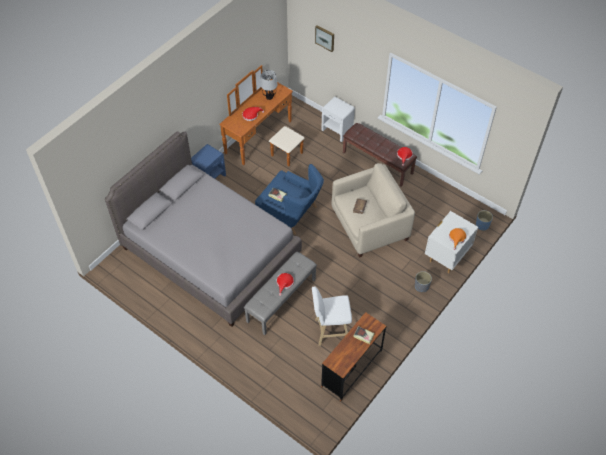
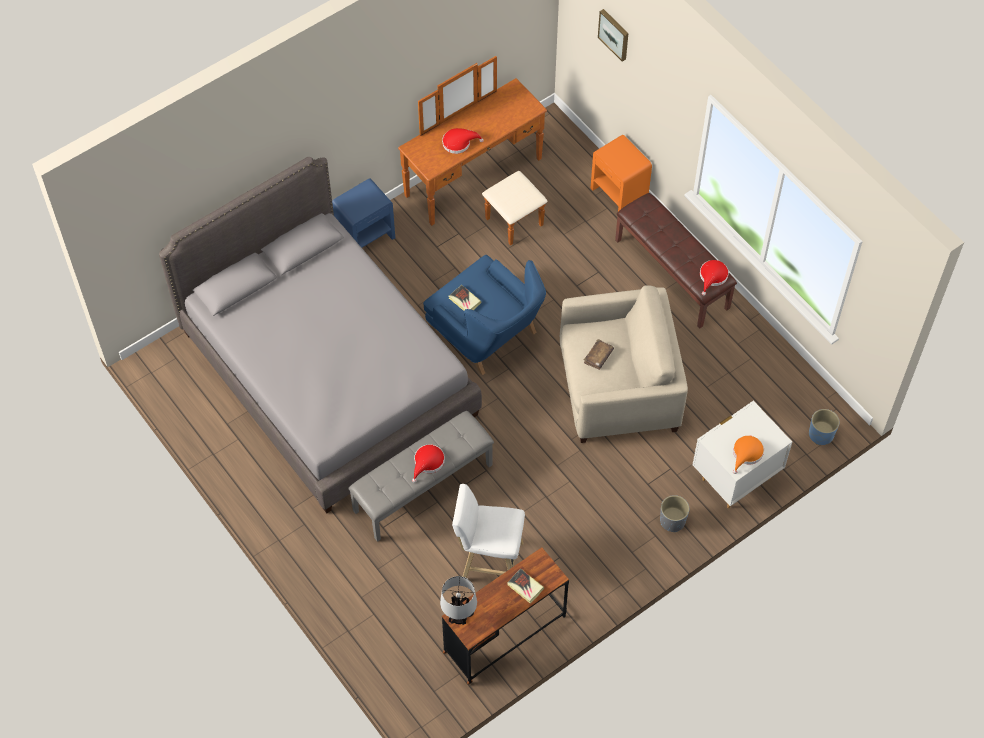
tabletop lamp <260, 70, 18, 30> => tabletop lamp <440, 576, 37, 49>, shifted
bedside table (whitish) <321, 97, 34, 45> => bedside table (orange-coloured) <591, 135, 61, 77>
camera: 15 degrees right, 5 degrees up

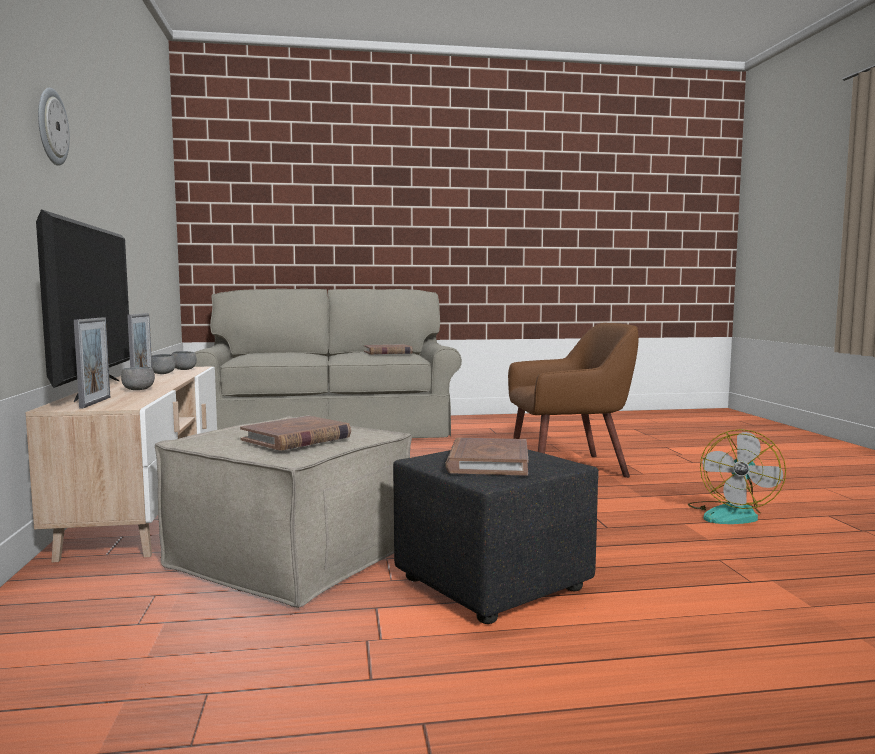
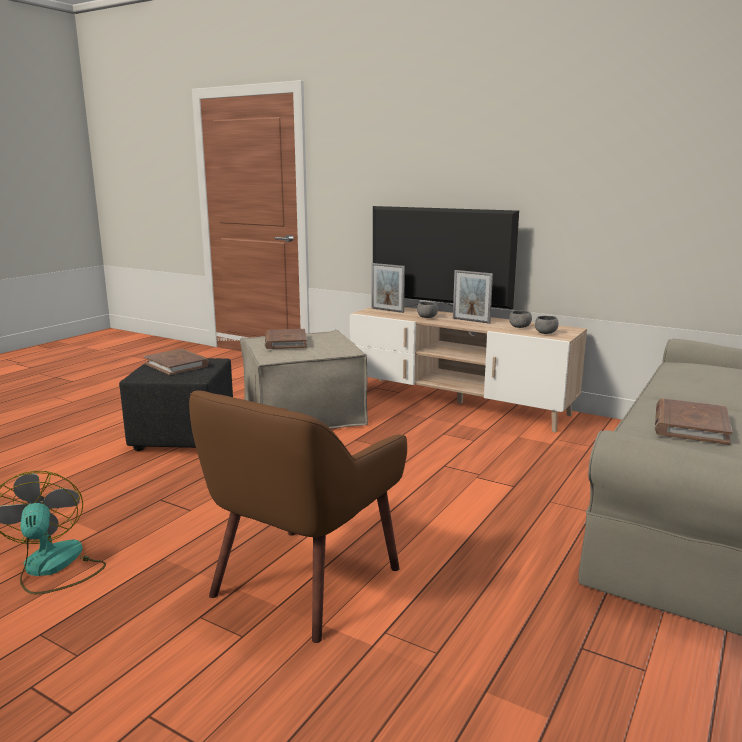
wall clock <38, 88, 32, 78> => nothing
camera: 130 degrees right, 10 degrees up

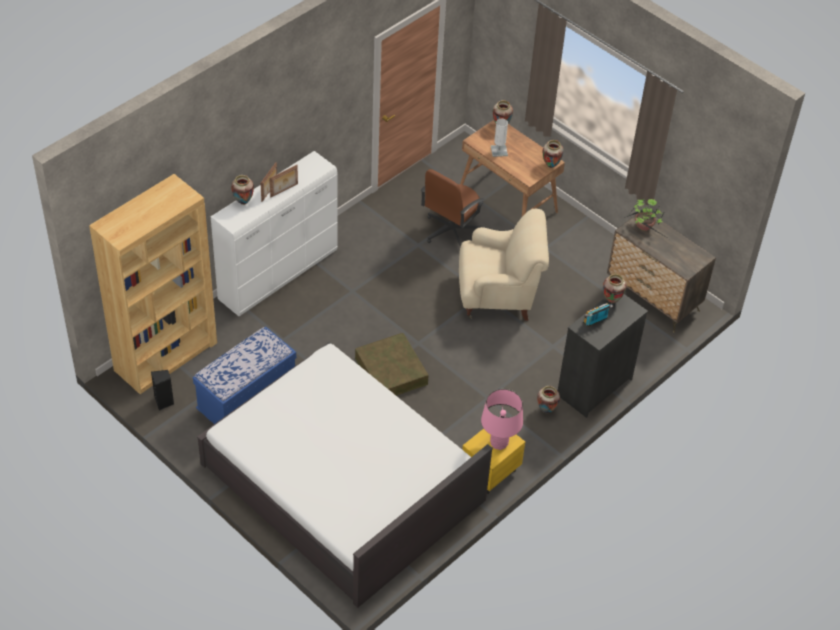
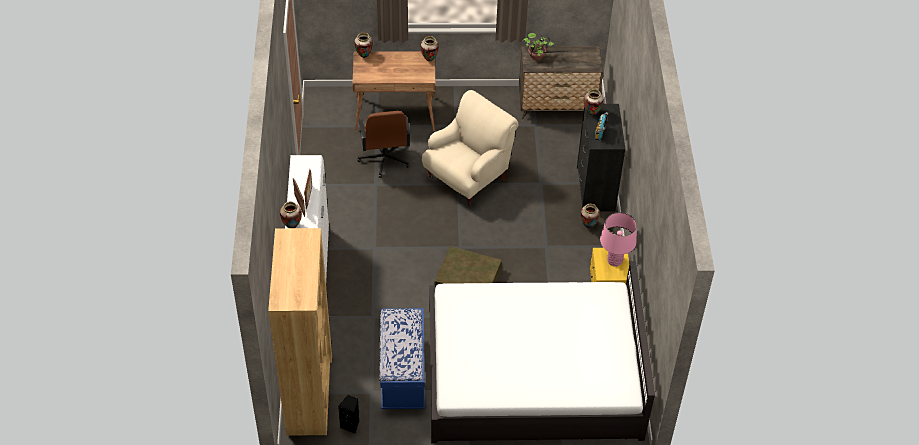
tabletop lamp (whitish) <491, 119, 17, 38> => nothing
camera: 45 degrees left, 0 degrees up

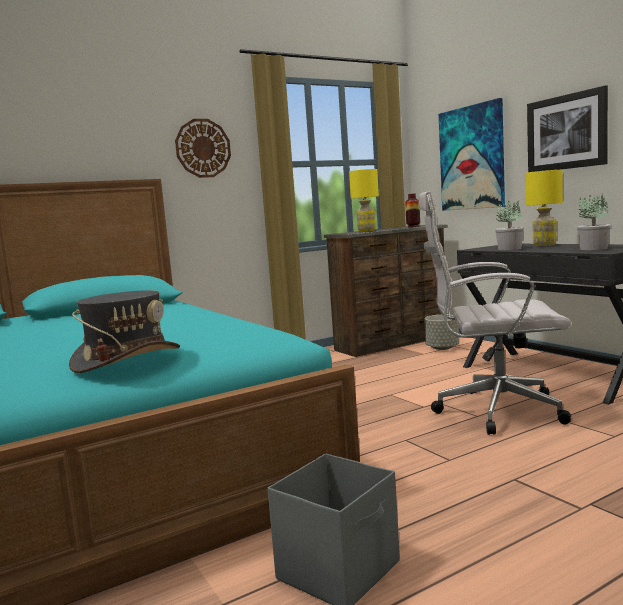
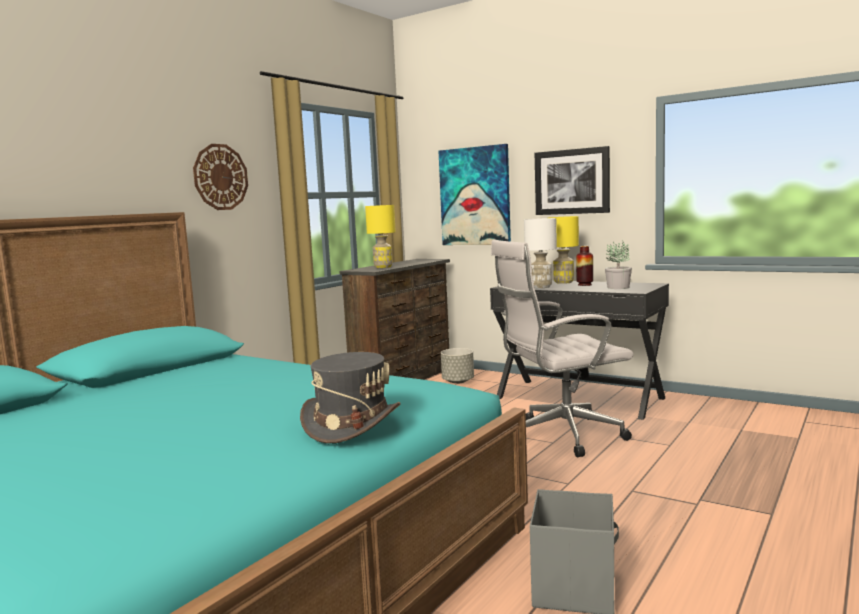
decorative vase <405, 193, 15, 34> => decorative vase <576, 246, 17, 40>, shifted
plant in a pot <495, 200, 29, 50> => tabletop lamp (whitish) <524, 218, 33, 70>
camera: 25 degrees left, 0 degrees up

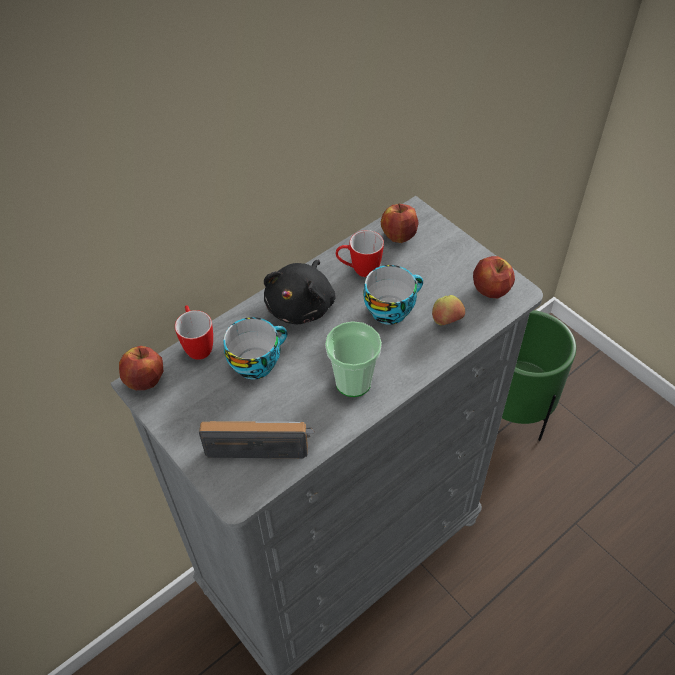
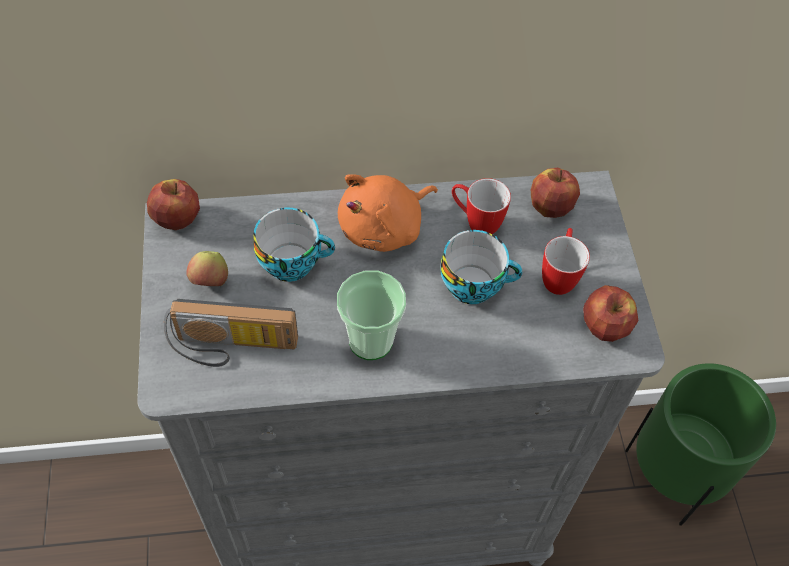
plush toy (black) <264, 260, 71, 64> => plush toy (orange-coloured) <338, 174, 100, 78>
whole apple <432, 295, 33, 30> => whole apple <186, 251, 42, 35>, shifted
tea mug <175, 305, 38, 55> => tea mug <542, 228, 48, 67>, shifted
radio <199, 421, 116, 37> => radio <164, 299, 134, 68>, 150 degrees clockwise
camera: 30 degrees right, 5 degrees up

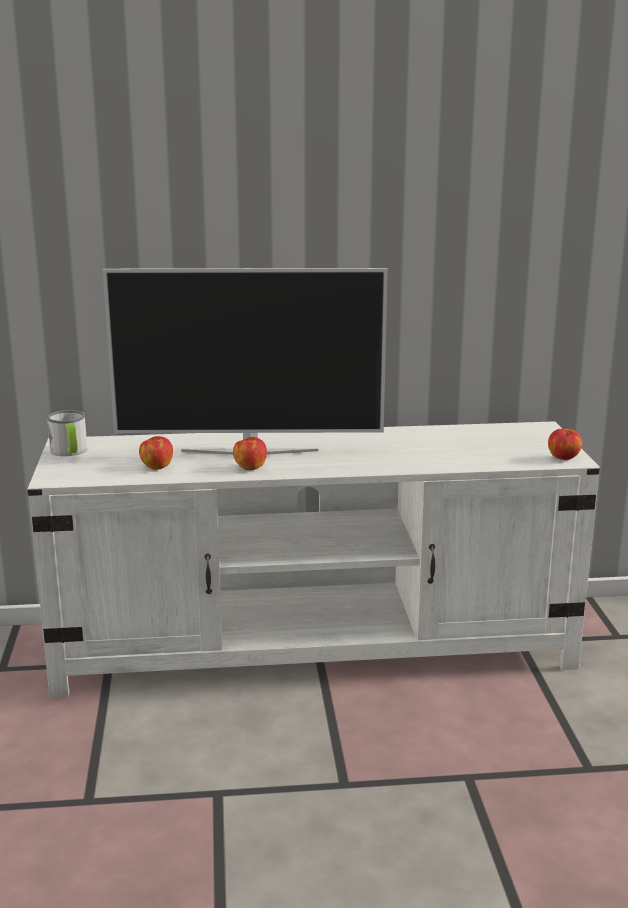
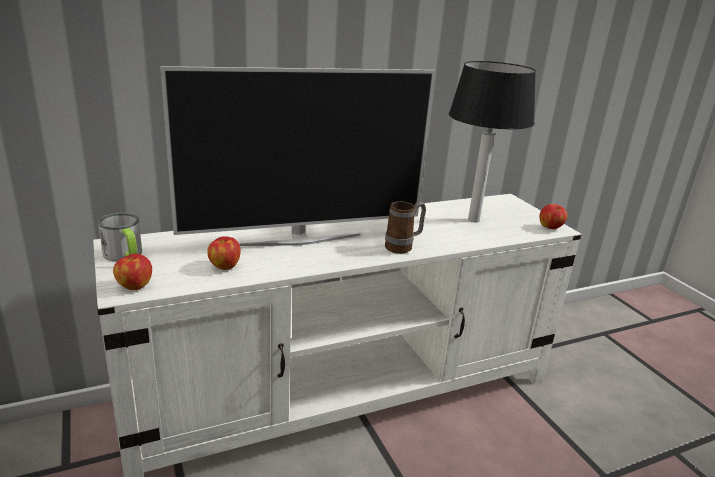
whole apple <233, 437, 34, 33> => whole apple <113, 254, 39, 36>, shifted
nothing => tabletop lamp <449, 61, 87, 161>
nothing => tea mug <385, 201, 41, 53>
camera: 20 degrees left, 5 degrees up

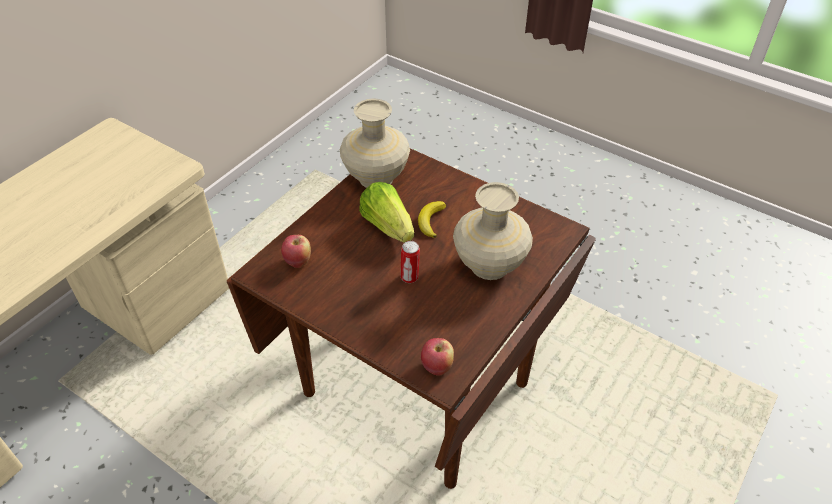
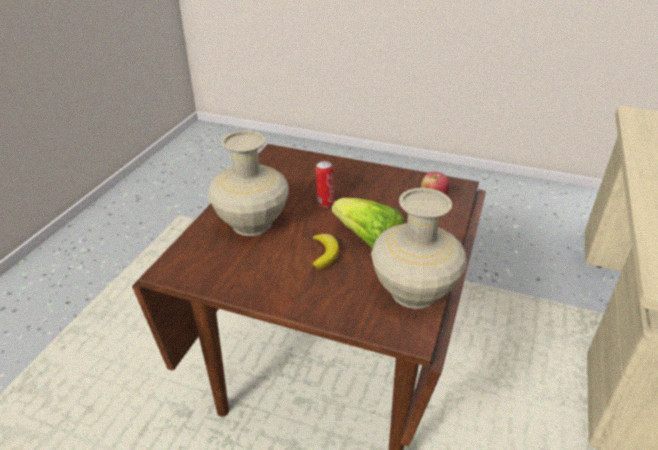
whole apple <421, 338, 33, 38> => nothing
camera: 165 degrees right, 10 degrees down

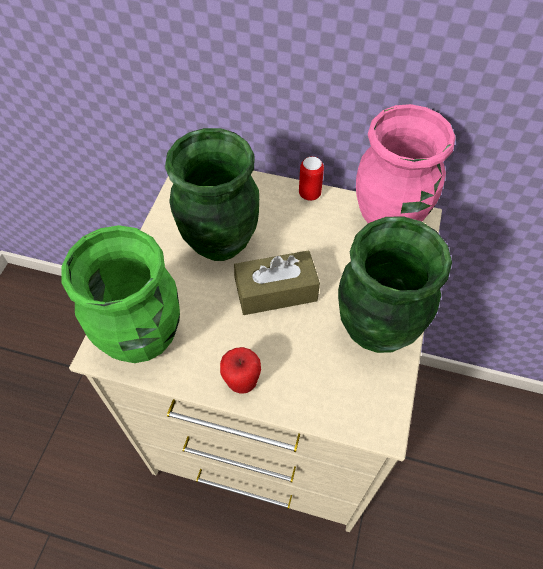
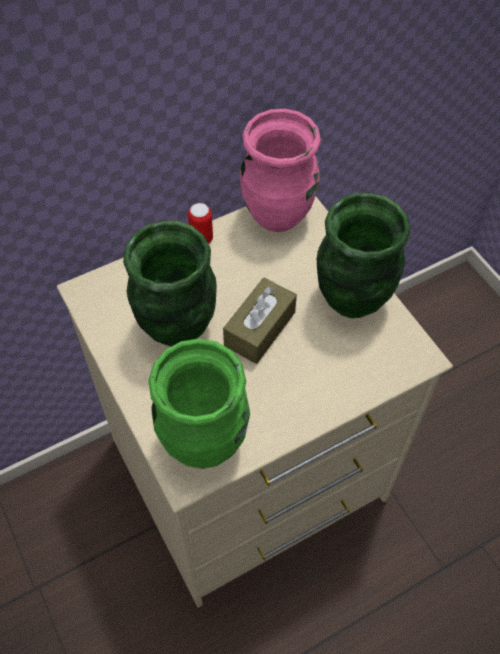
whole apple <220, 347, 41, 46> => nothing
camera: 45 degrees left, 0 degrees up

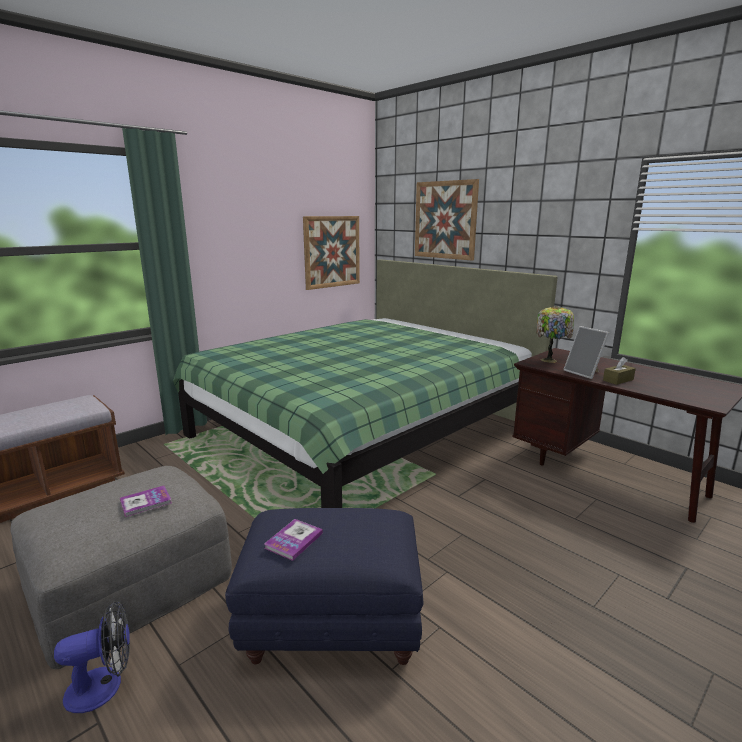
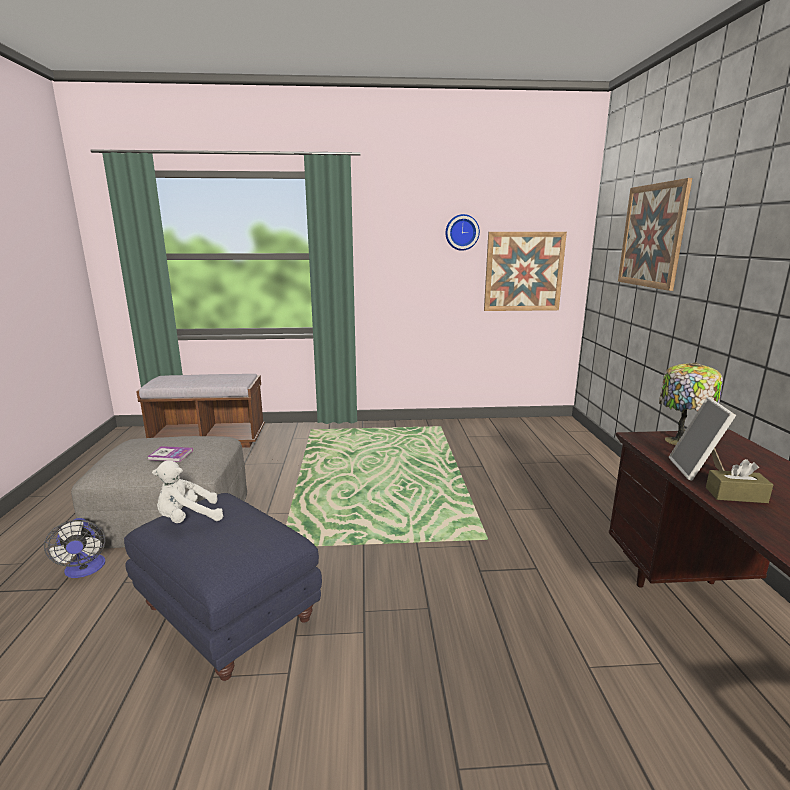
bed (green-coloured) <173, 259, 385, 249> => nothing
book <264, 519, 59, 42> => plush toy (whitish) <152, 460, 71, 63>
cooling fan <54, 601, 76, 112> => cooling fan <44, 518, 62, 60>, 45 degrees clockwise
nothing => wall clock <445, 214, 35, 37>
camera: 40 degrees right, 0 degrees up

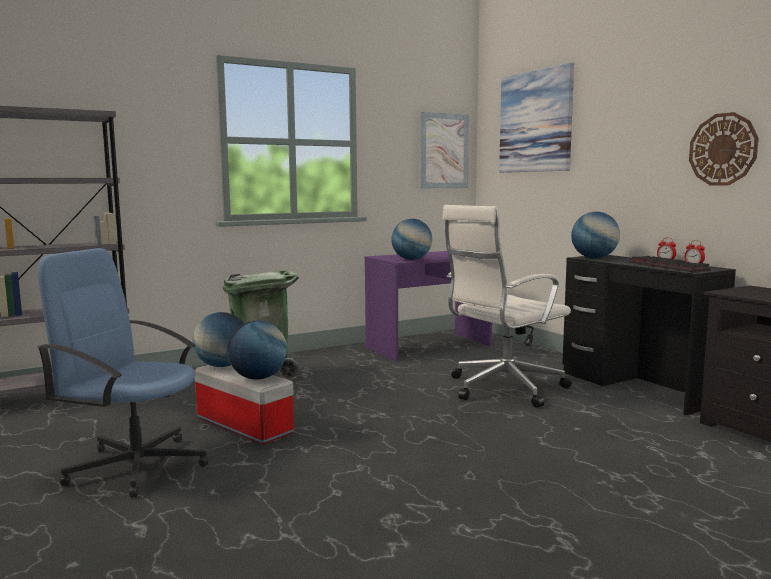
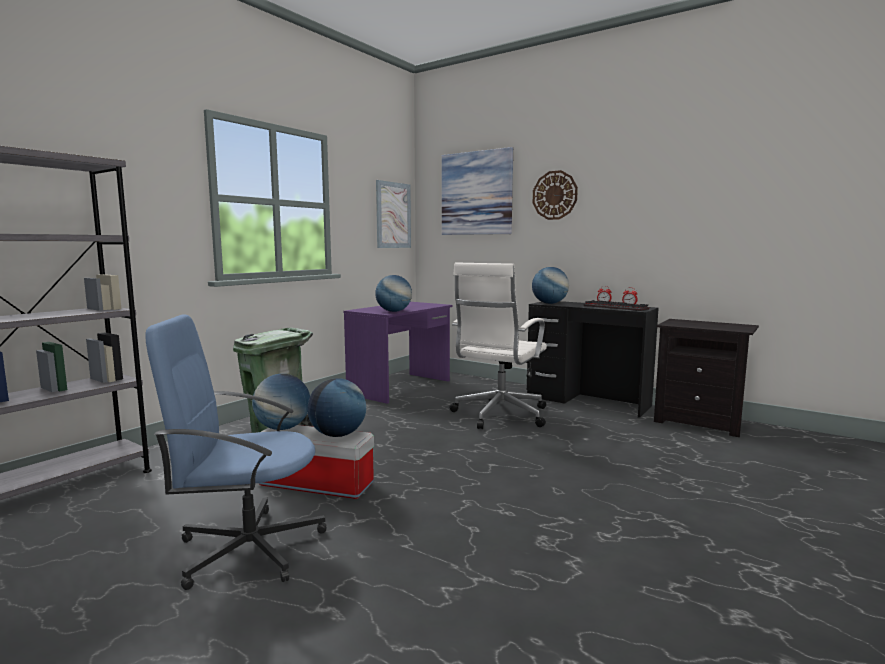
wall clock <689, 112, 70, 74> => wall clock <533, 170, 45, 50>, shifted
camera: 25 degrees left, 0 degrees up

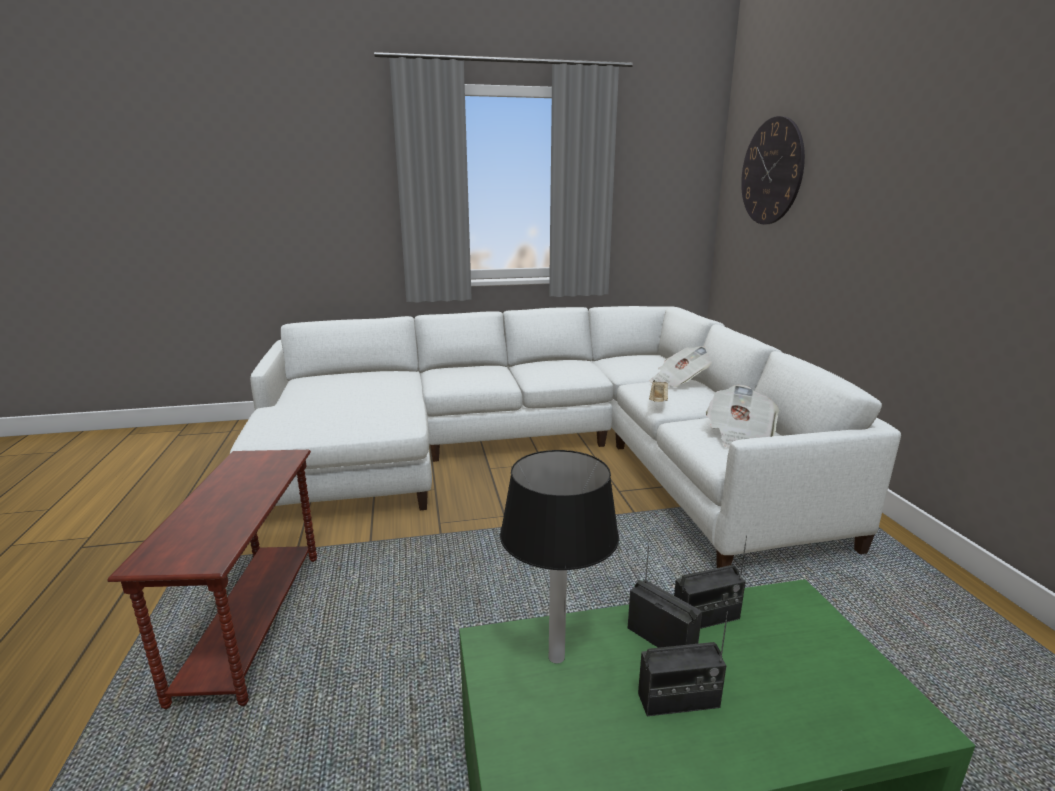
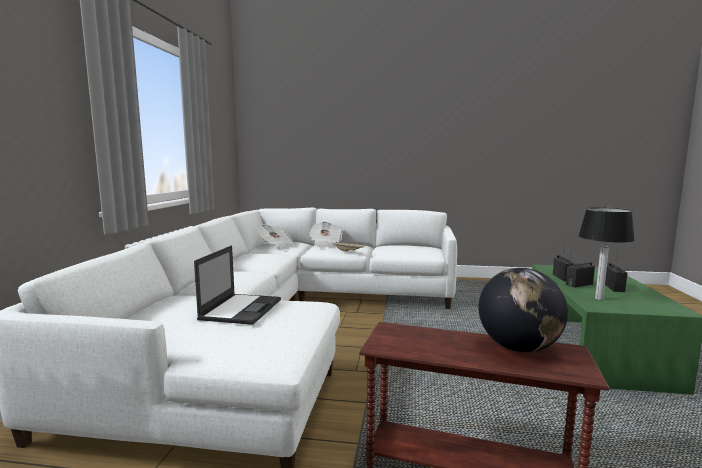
wall clock <741, 116, 64, 108> => nothing
printed paper <706, 385, 73, 63> => printed paper <258, 224, 37, 25>, shifted
nothing => notebook computer <194, 245, 87, 80>
nothing => world globe <479, 268, 89, 84>
camera: 70 degrees left, 10 degrees down

